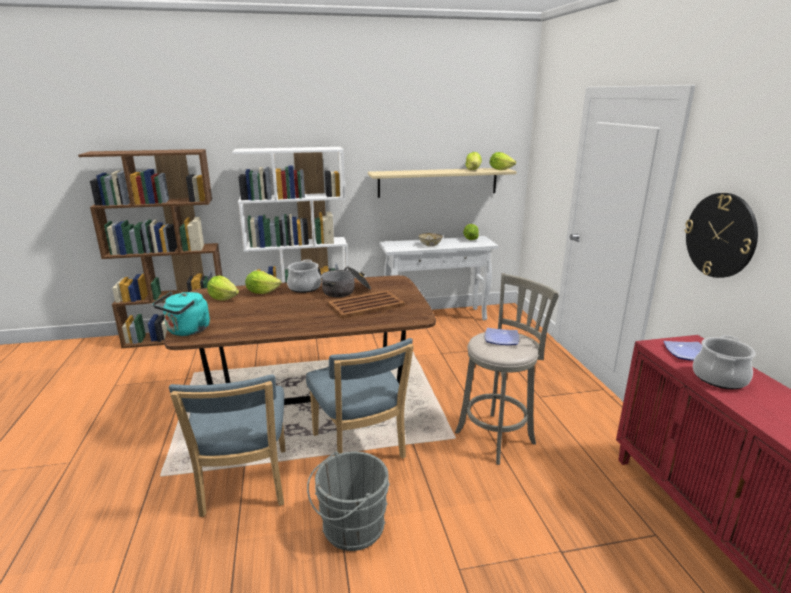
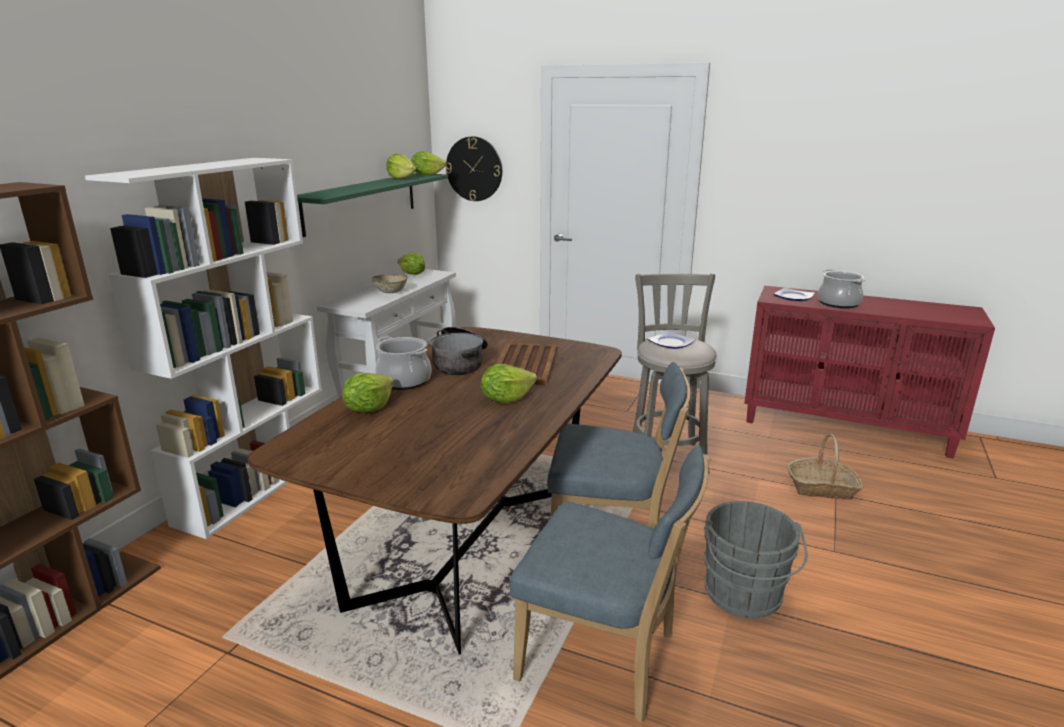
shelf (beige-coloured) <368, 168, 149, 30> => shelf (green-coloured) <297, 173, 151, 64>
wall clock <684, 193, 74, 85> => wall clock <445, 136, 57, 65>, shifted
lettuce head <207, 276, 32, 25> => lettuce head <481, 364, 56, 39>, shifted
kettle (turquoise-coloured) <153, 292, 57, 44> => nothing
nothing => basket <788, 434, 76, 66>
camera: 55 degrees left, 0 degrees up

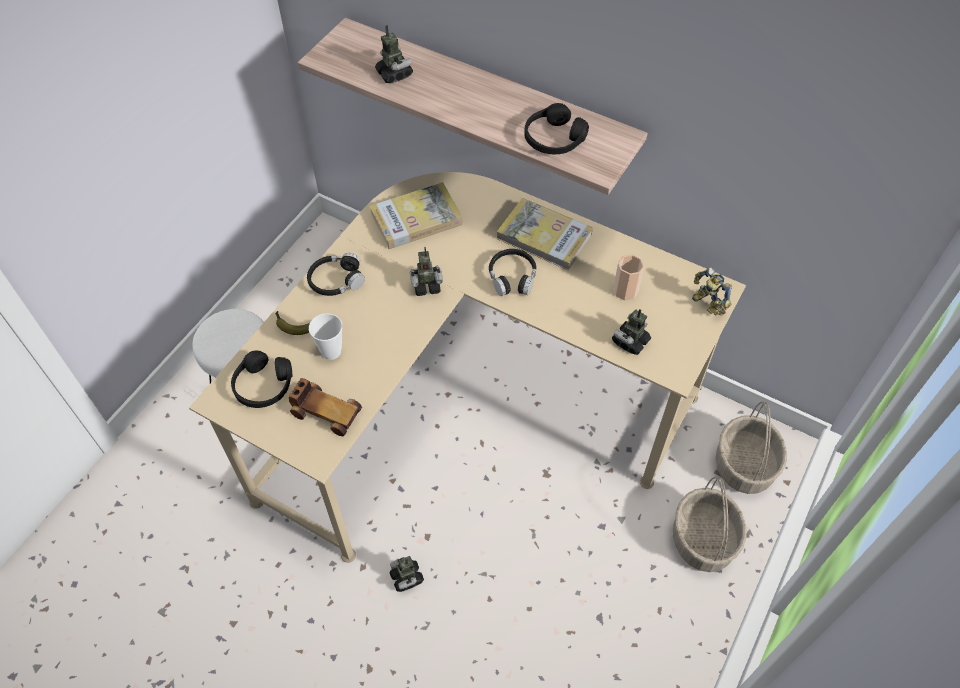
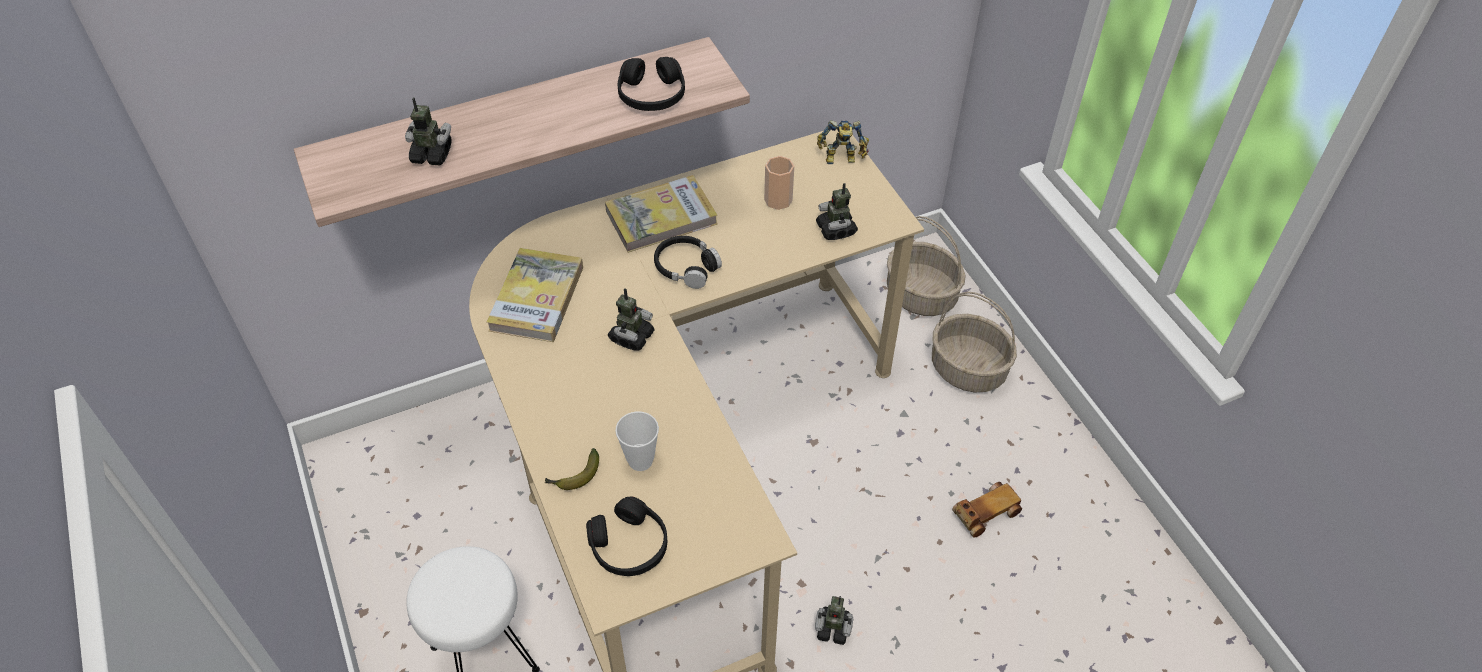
headphones (black) <307, 253, 58, 43> => nothing
toy car <289, 378, 73, 59> => toy car <952, 482, 70, 56>, shifted
camera: 55 degrees left, 5 degrees down

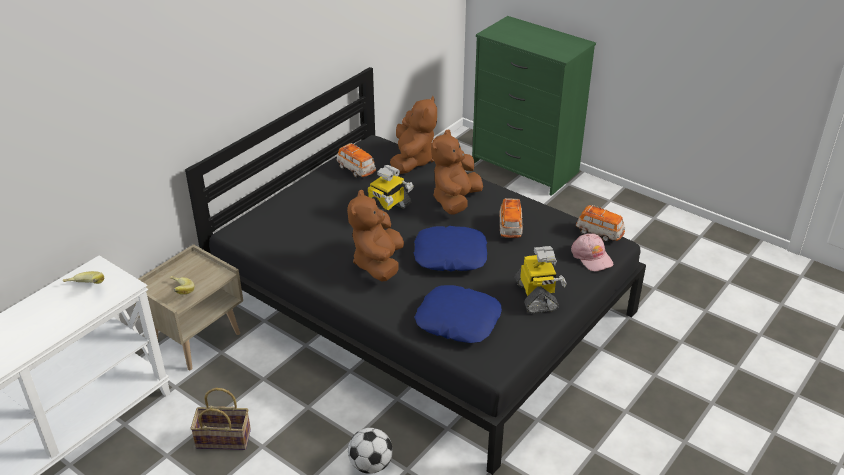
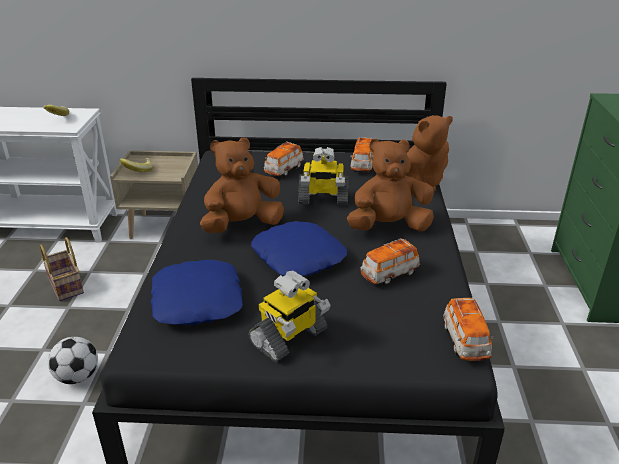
baseball cap (pinkish) <571, 233, 42, 38> => nothing
nothing => toy car <264, 141, 40, 36>
camera: 55 degrees right, 5 degrees down

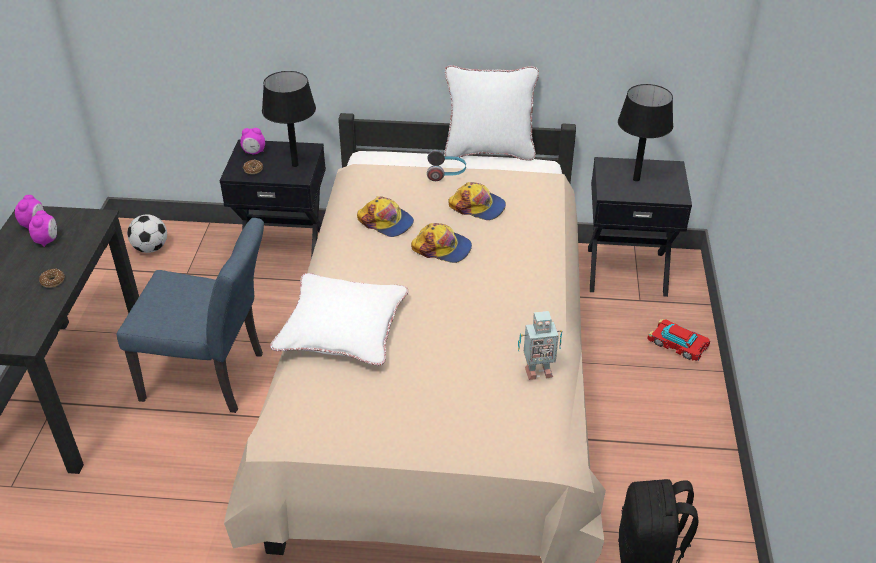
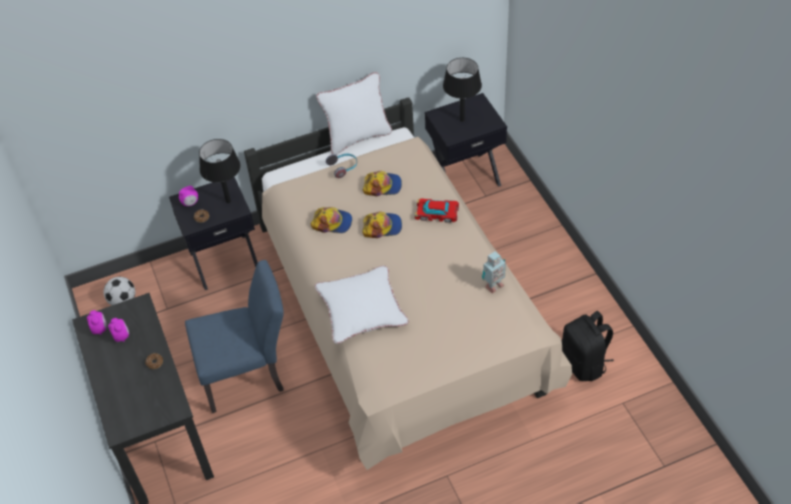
toy car <647, 319, 63, 42> => toy car <415, 198, 44, 25>, shifted
camera: 25 degrees left, 10 degrees up

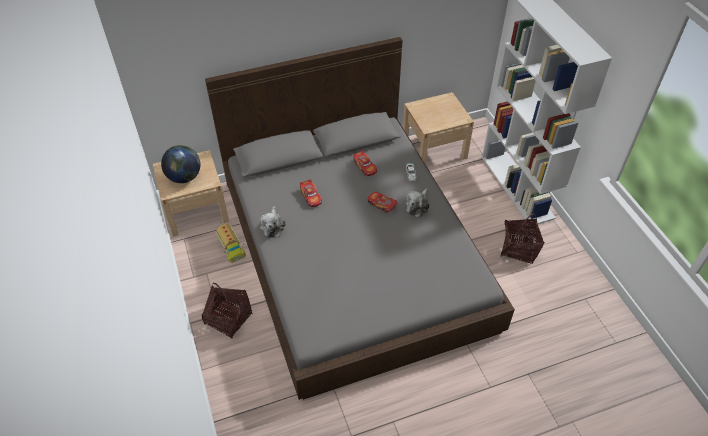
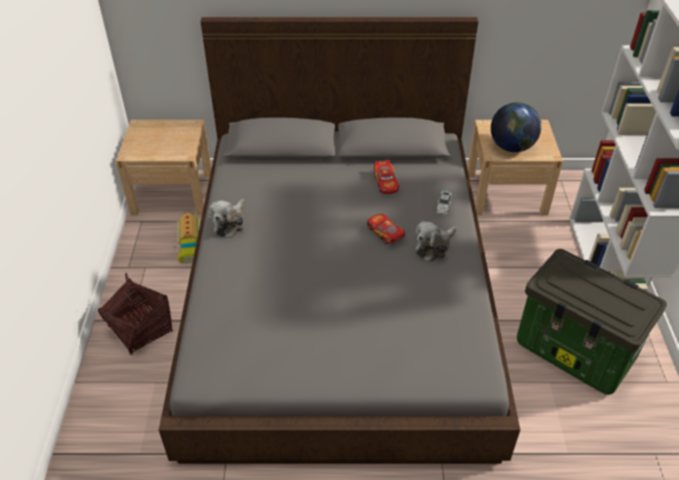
world globe <161, 145, 39, 38> => world globe <491, 102, 50, 50>, shifted
toy car <300, 179, 22, 28> => nothing
basket <501, 214, 43, 50> => storage bin <517, 249, 150, 146>
camera: 20 degrees right, 5 degrees down

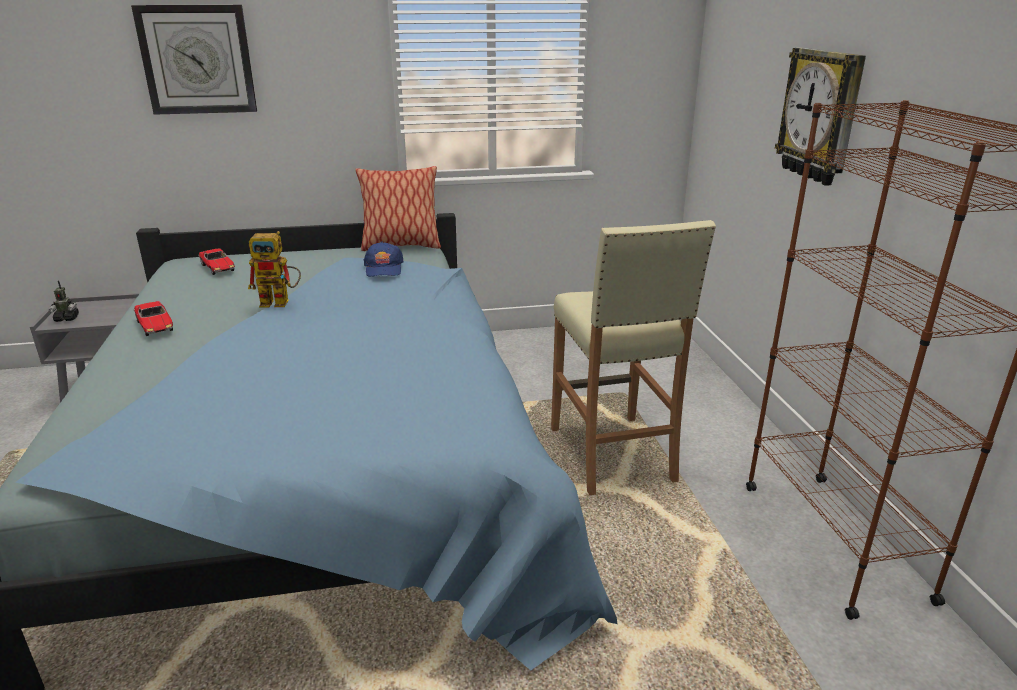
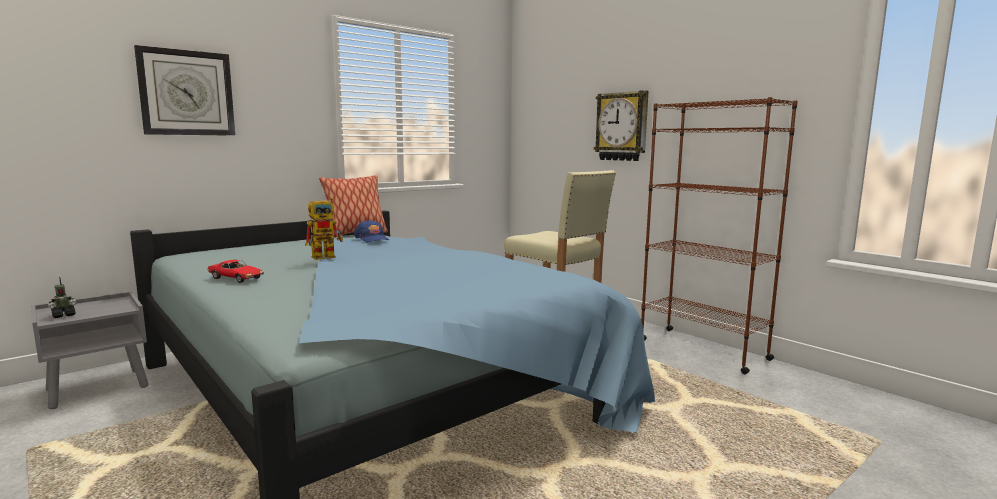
toy car <199, 248, 36, 27> => nothing
camera: 30 degrees left, 15 degrees down

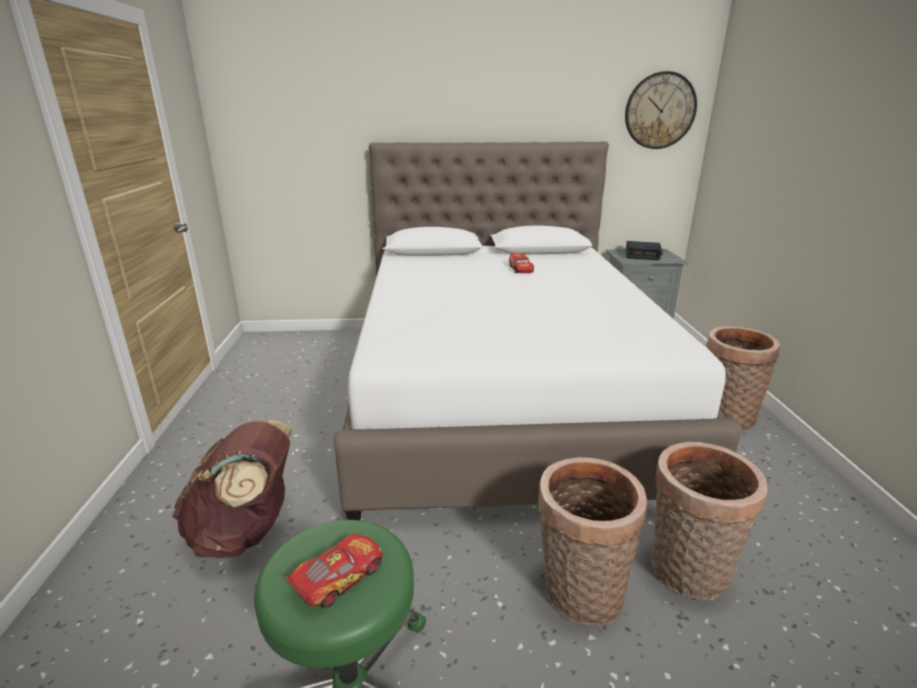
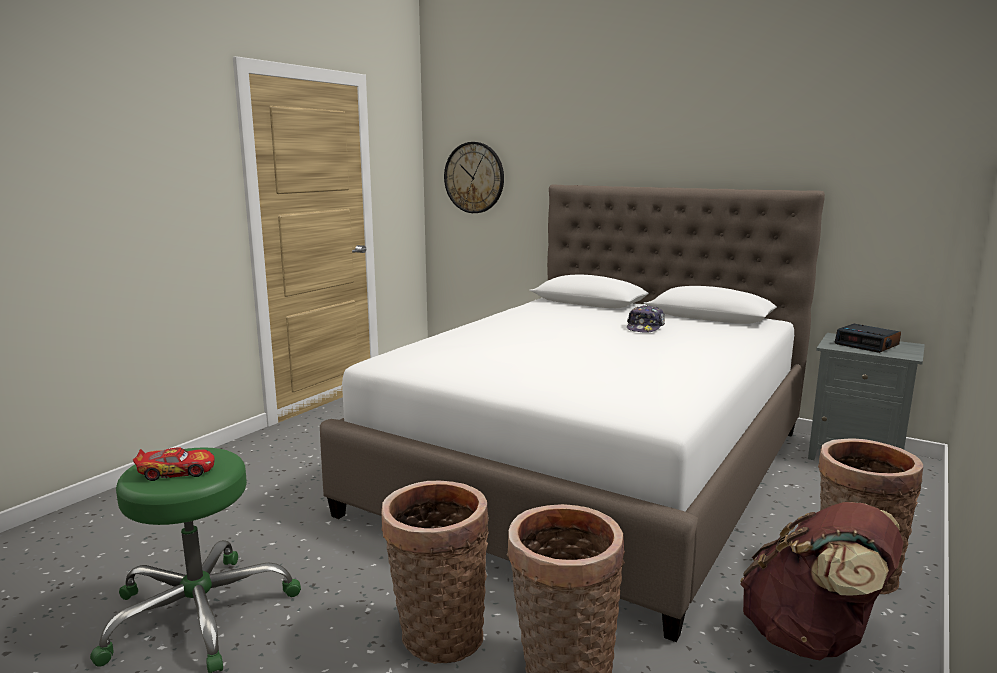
wall clock <625, 71, 72, 78> => wall clock <444, 142, 60, 71>, shifted
toy car <509, 253, 25, 20> => baseball cap <627, 305, 38, 28>
rucksack (brown-coloured) <172, 420, 121, 138> => rucksack (brown-coloured) <740, 502, 164, 158>, shifted
camera: 35 degrees right, 10 degrees down

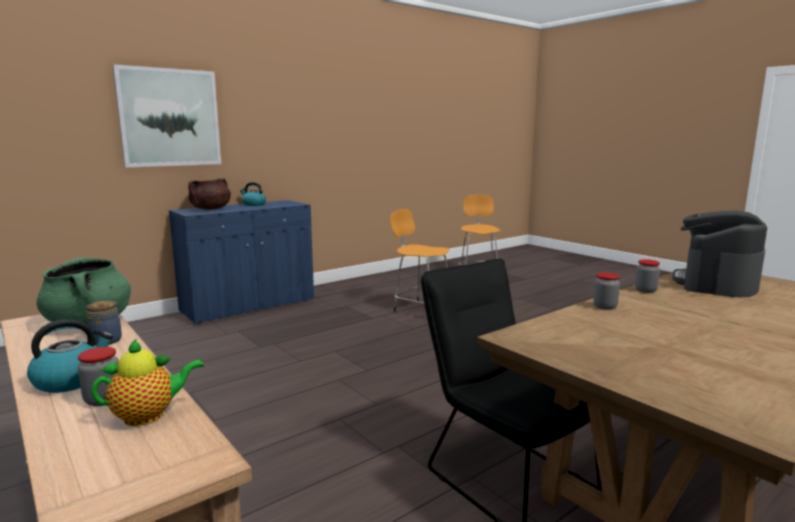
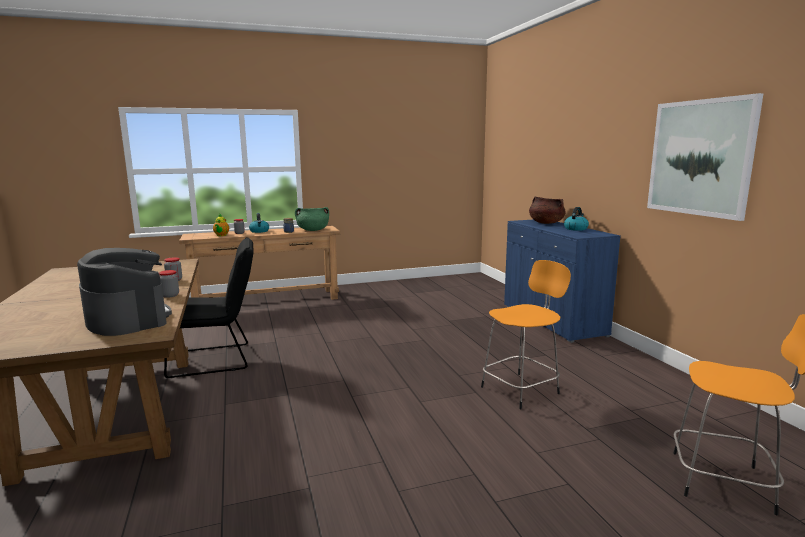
wall picture <112, 64, 109, 104> => wall picture <647, 93, 117, 128>, shifted
camera: 110 degrees right, 0 degrees up

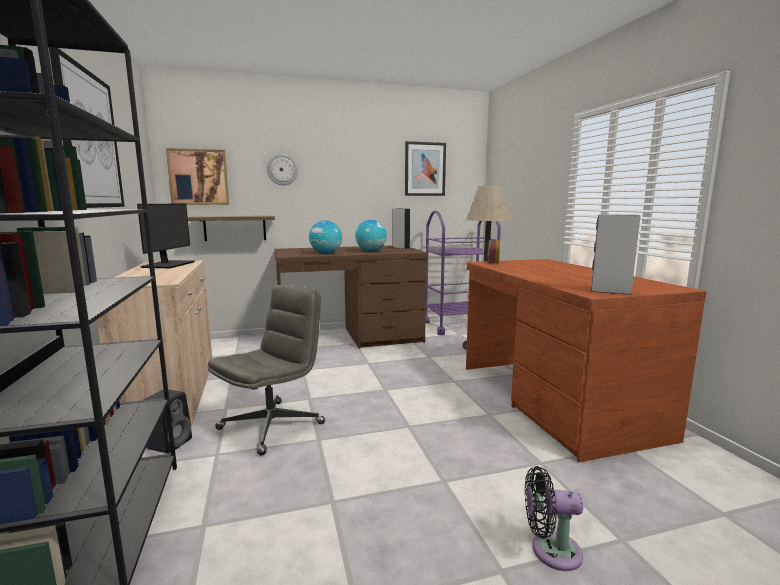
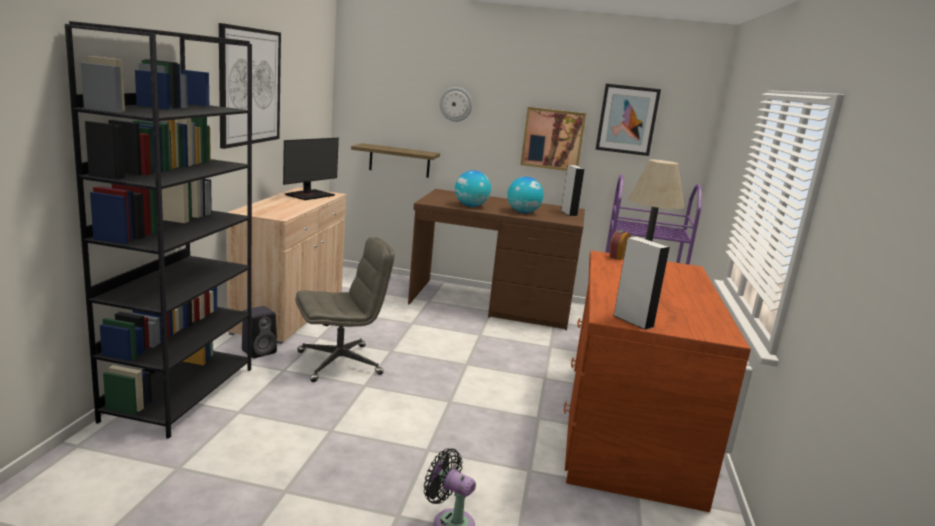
wall picture <166, 148, 63, 57> => wall picture <521, 107, 65, 64>, shifted
camera: 25 degrees right, 5 degrees up

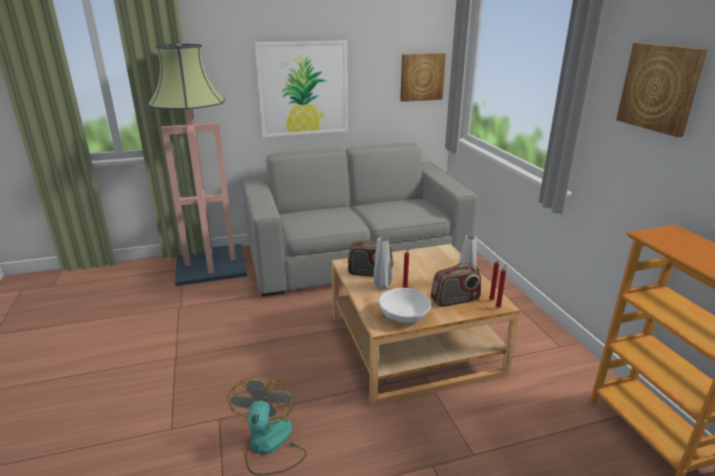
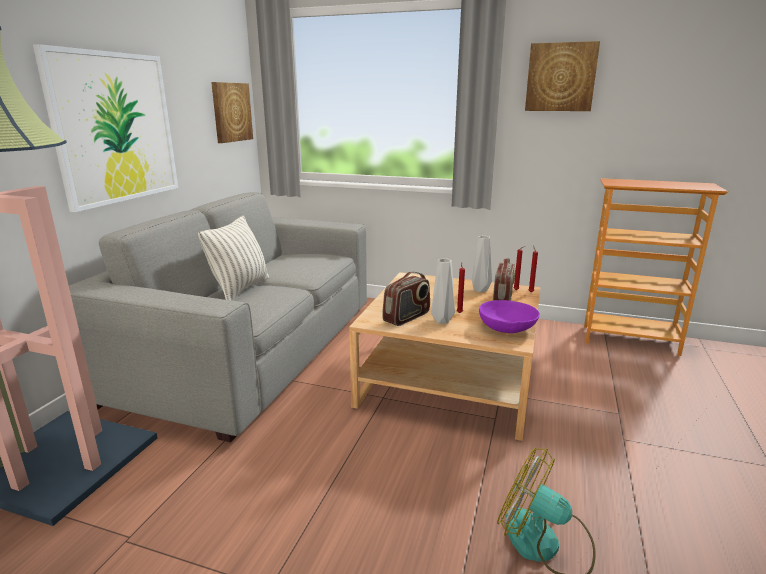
bowl (whitish) <379, 288, 52, 35> => bowl (purple) <479, 300, 61, 33>
nothing => throw pillow <198, 216, 71, 84>
camera: 55 degrees left, 5 degrees down

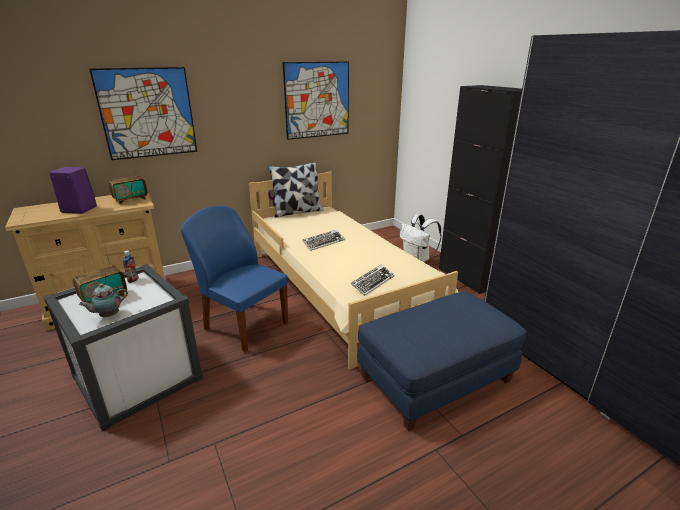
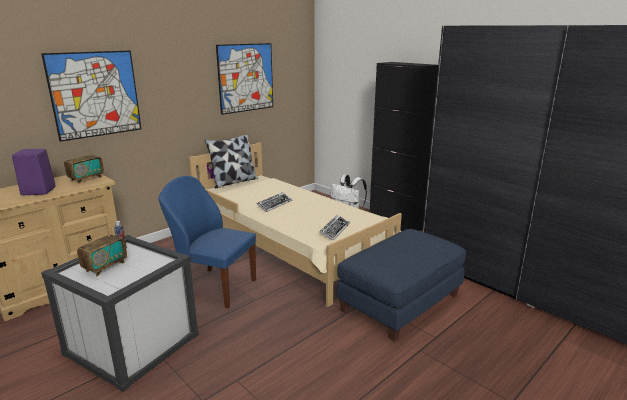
teapot <79, 284, 49, 33> => nothing
camera: 15 degrees left, 5 degrees down

